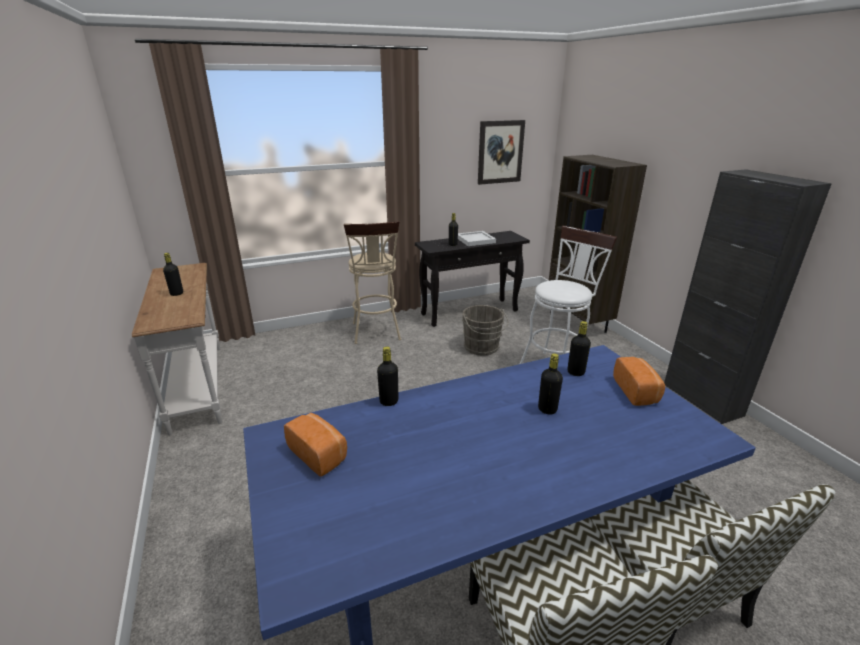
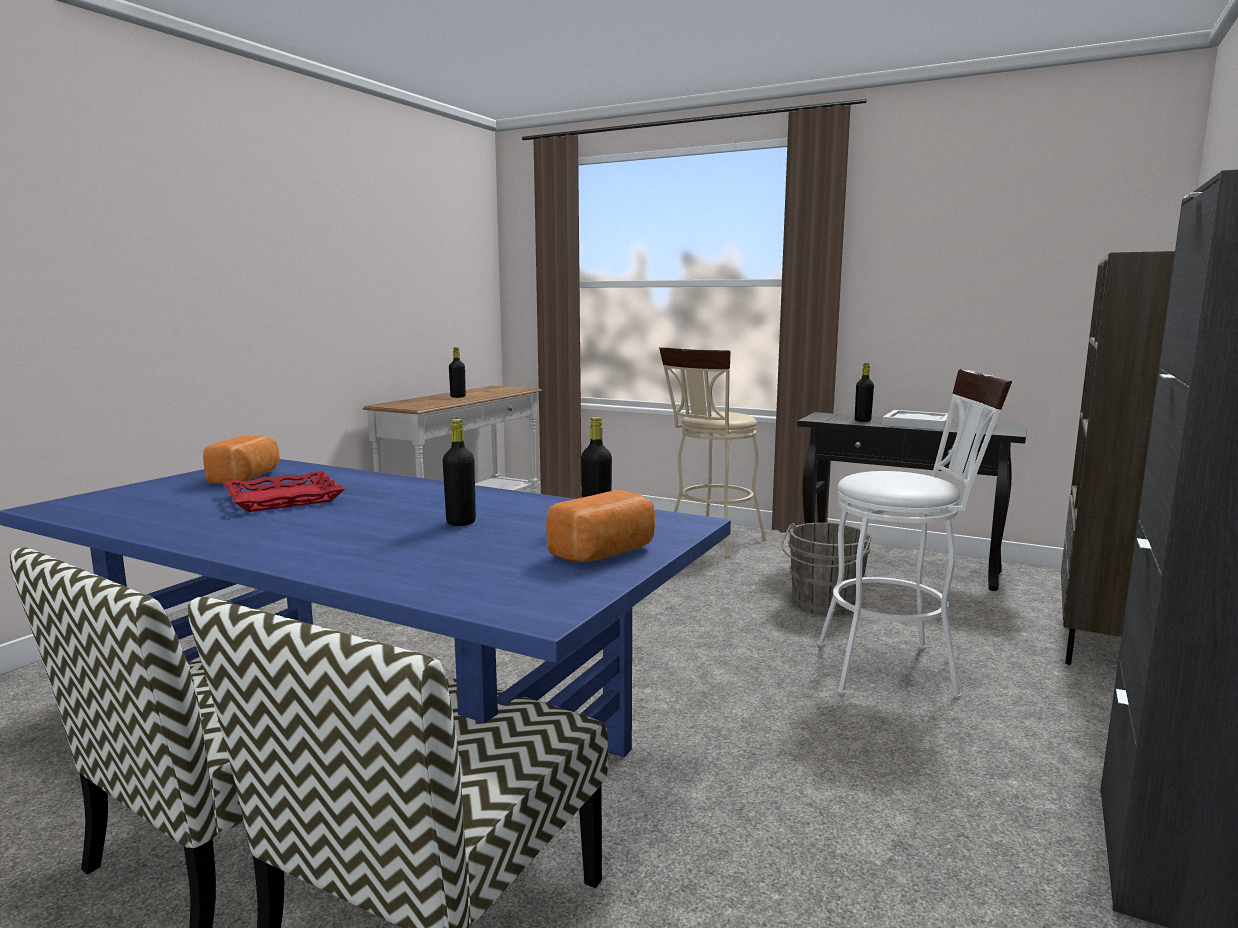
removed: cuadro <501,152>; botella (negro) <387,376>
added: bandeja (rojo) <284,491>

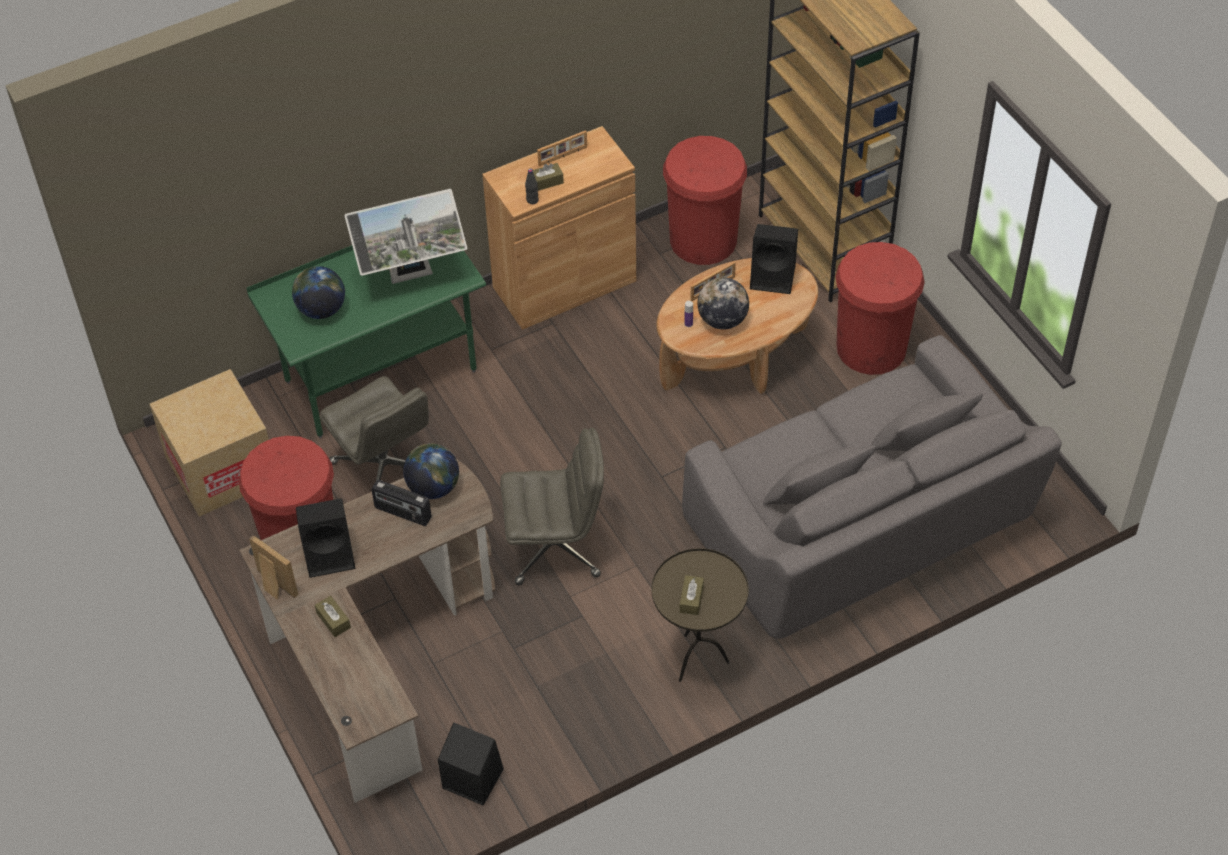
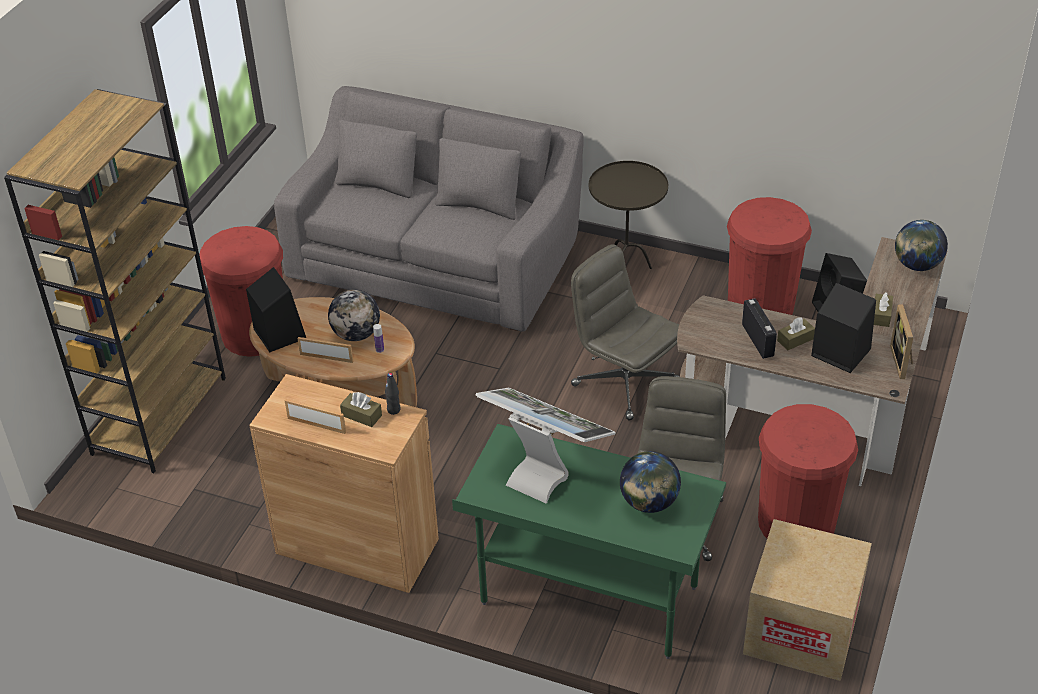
moved: papelera (rojo) <705,200> to <769,256>; globo terráqueo <431,471> to <921,245>; caja de pañuelos (marrón) <692,595> to <796,333>

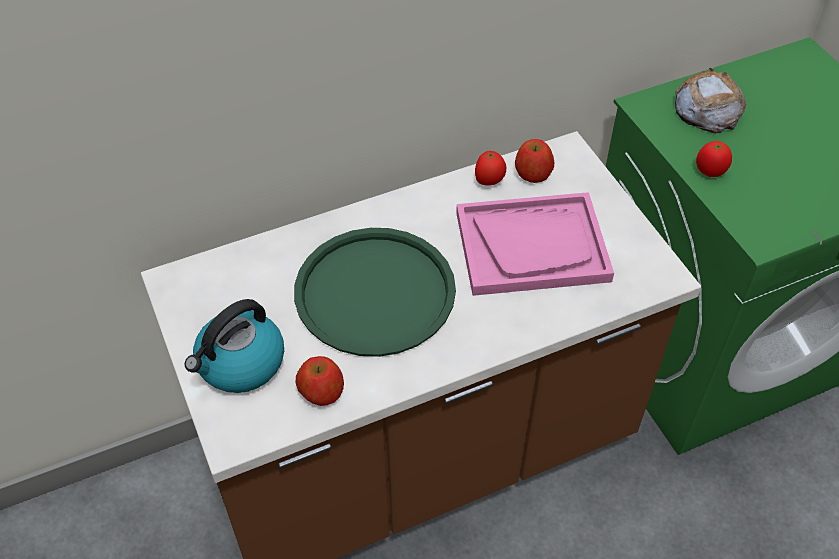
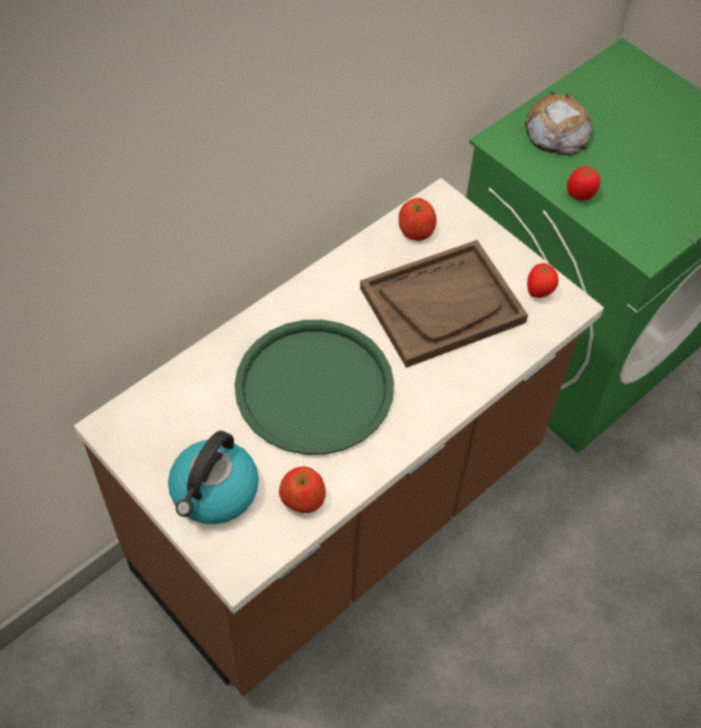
moved: tomate <490,168> to <542,280>
recoloured: bandeja (rosa) <535,244> to bandeja (marrón) <444,304>

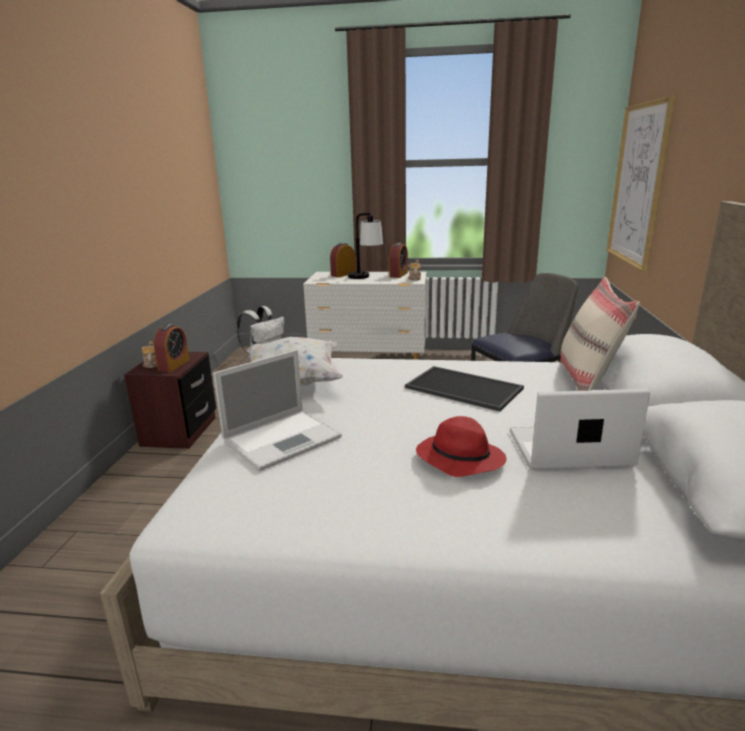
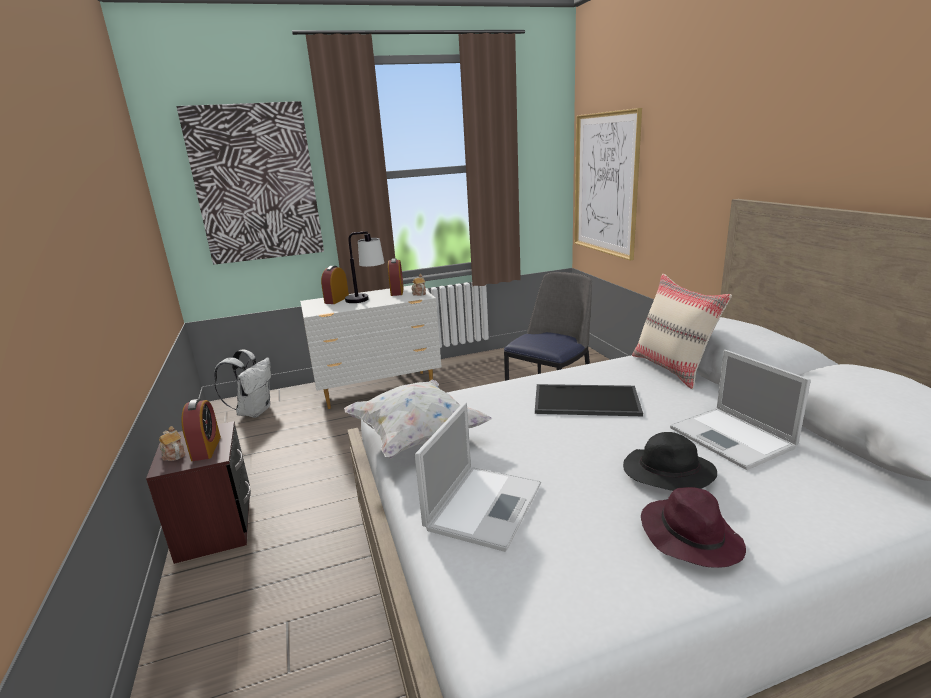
added: cuadro <250,183>; sombrero (morado) <693,527>
recoloured: sombrero (rojo) <461,446> to sombrero (negro) <670,461>
turned: portátil <580,429> = <740,410> 90 degrees counterclockwise

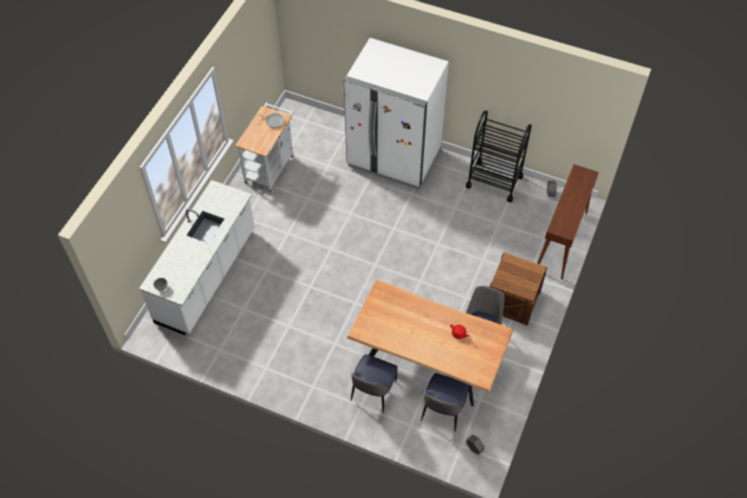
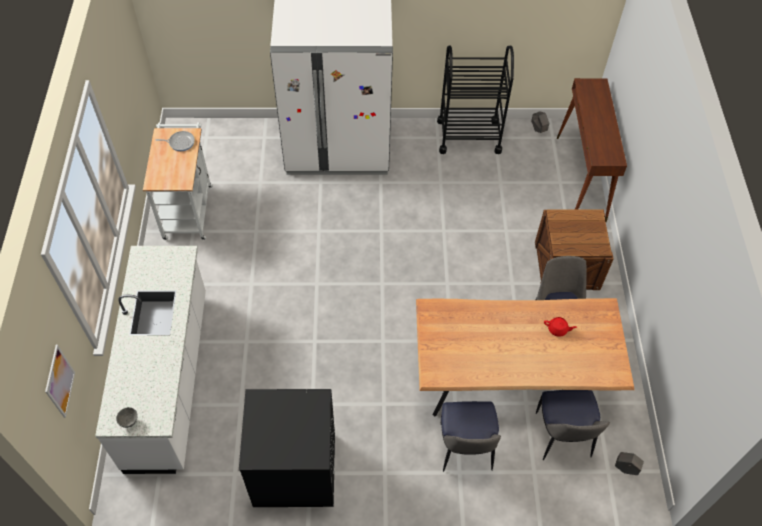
added: cuadro <60,381>; lavadora (negro) <287,448>

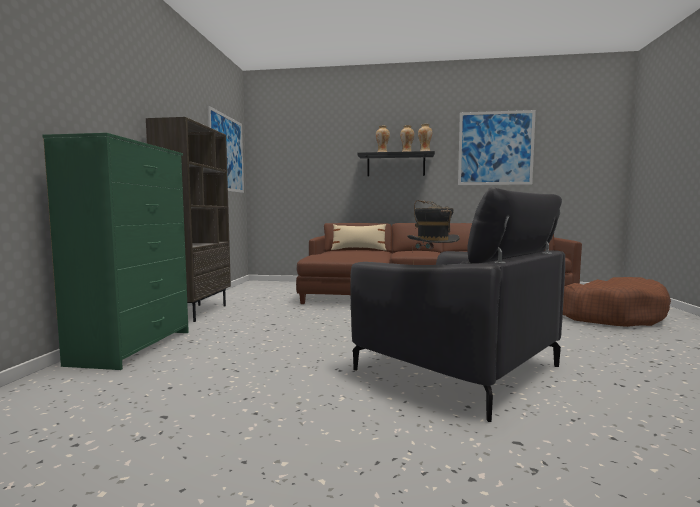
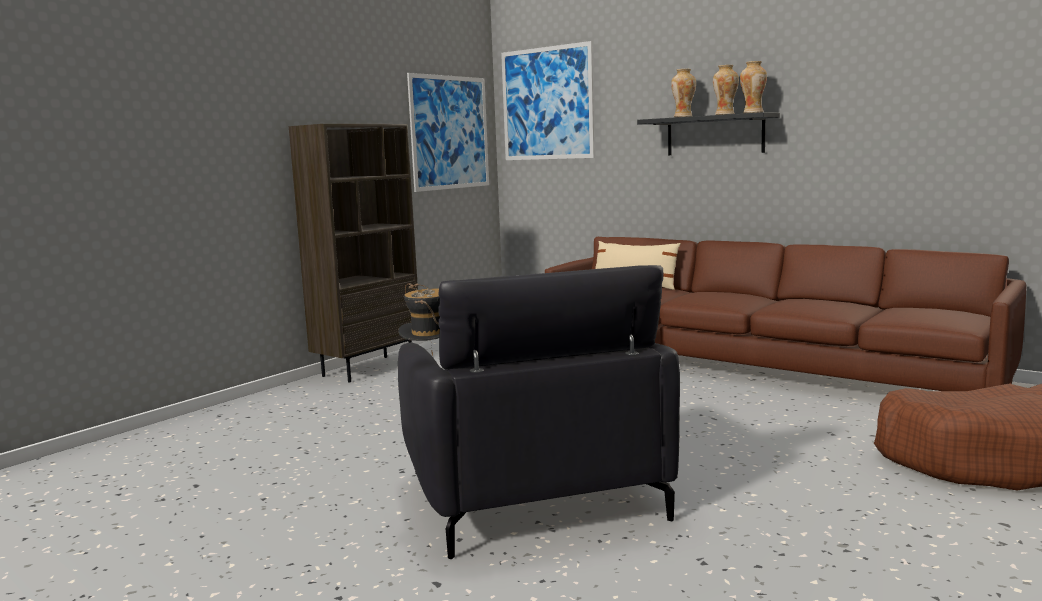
removed: cómoda (verde) <115,251>
moved: cuadro <497,147> to <548,100>

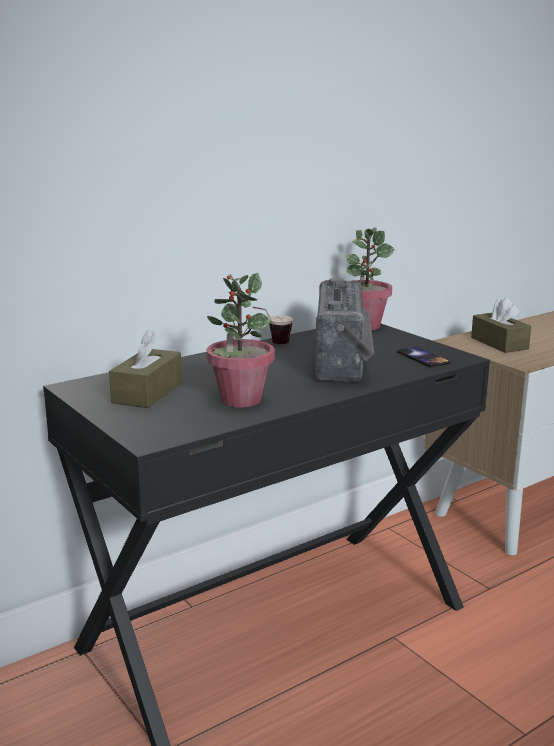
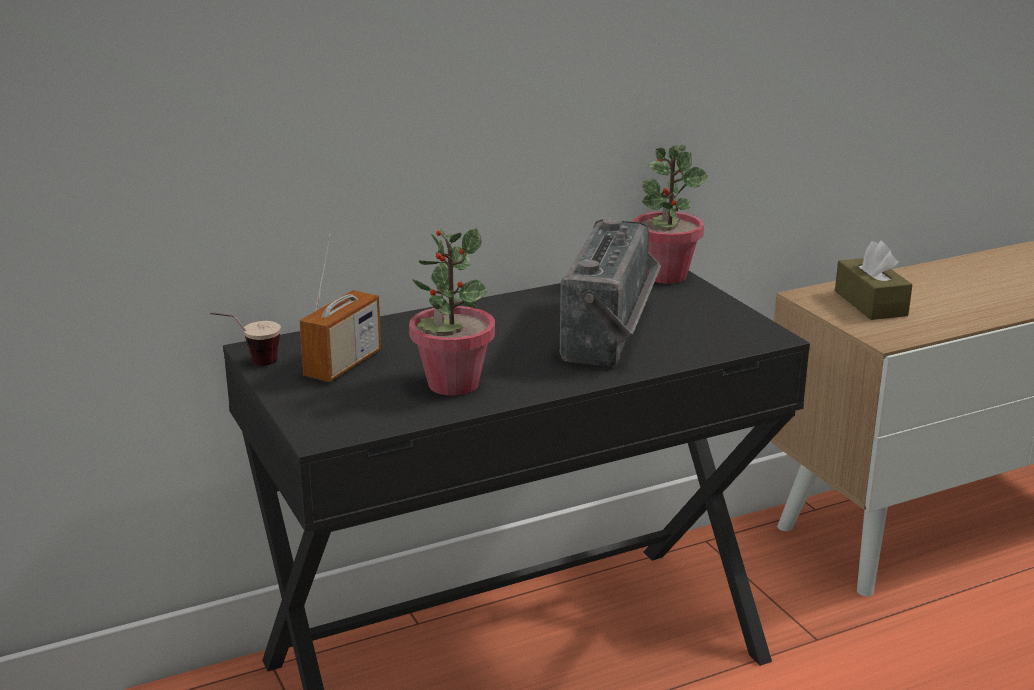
removed: móvil <424,357>
moved: taza <272,325> to <245,339>
replaced: caja de pañuelos (marrón) <145,369> to radio <340,308>

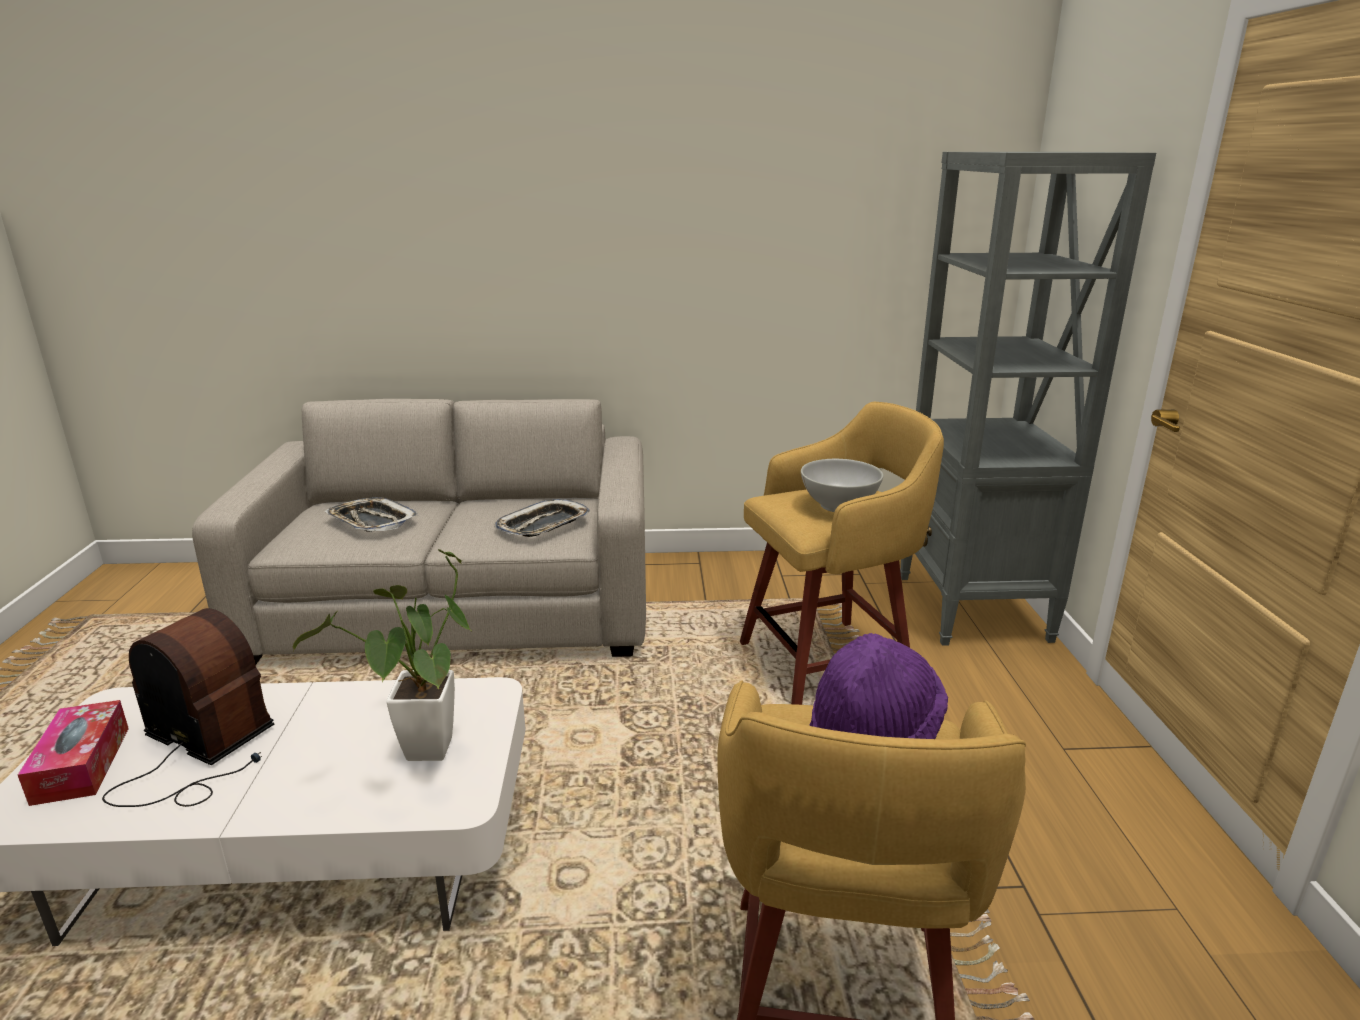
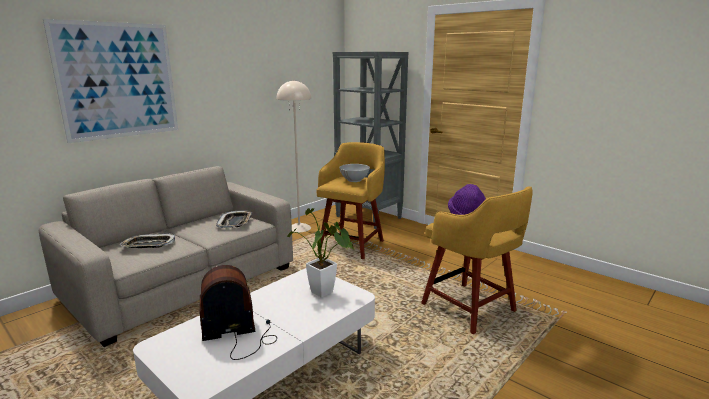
removed: caja de pañuelos <73,753>
added: cuadro <110,81>; lámpara de pie (beis) <294,156>

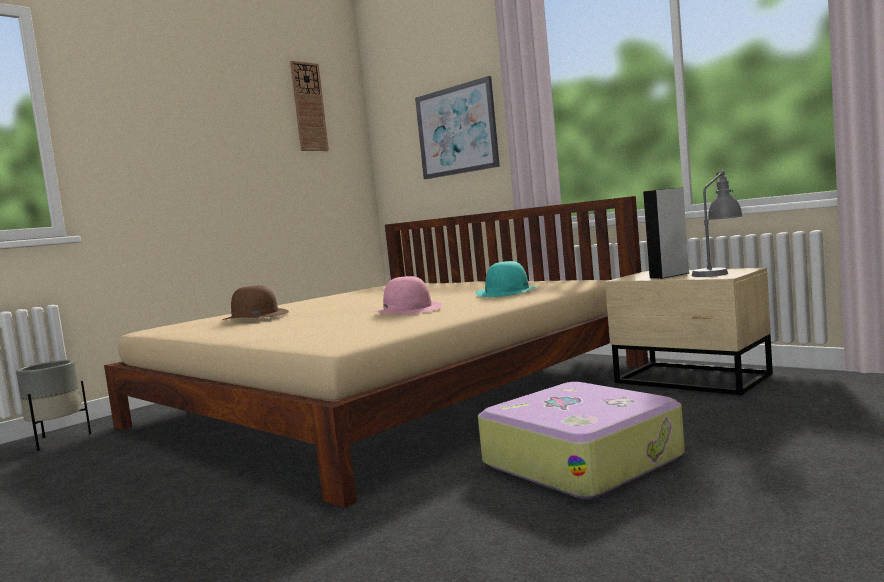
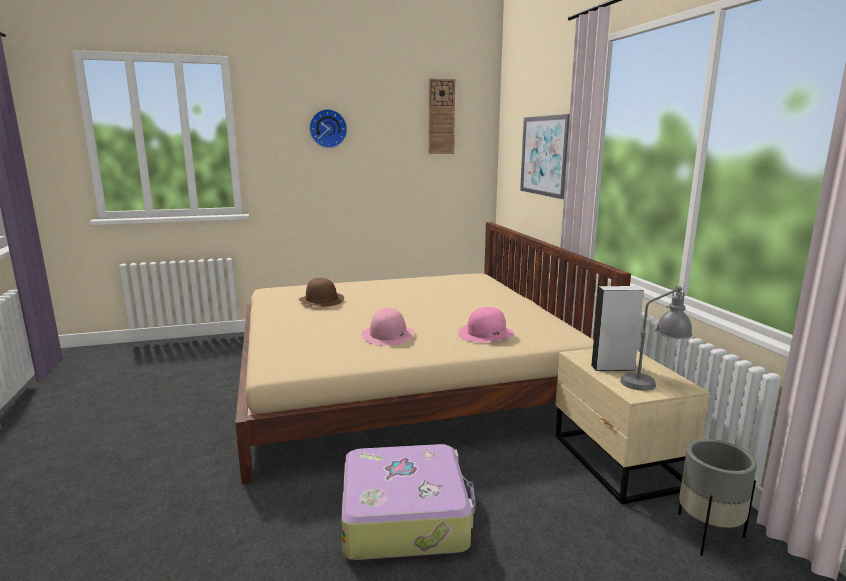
added: reloj de pared <328,128>
moved: maceta (gris) <53,405> to <717,497>
recoloured: sombrero (turquesa) <507,279> to sombrero (rosa) <486,324>

